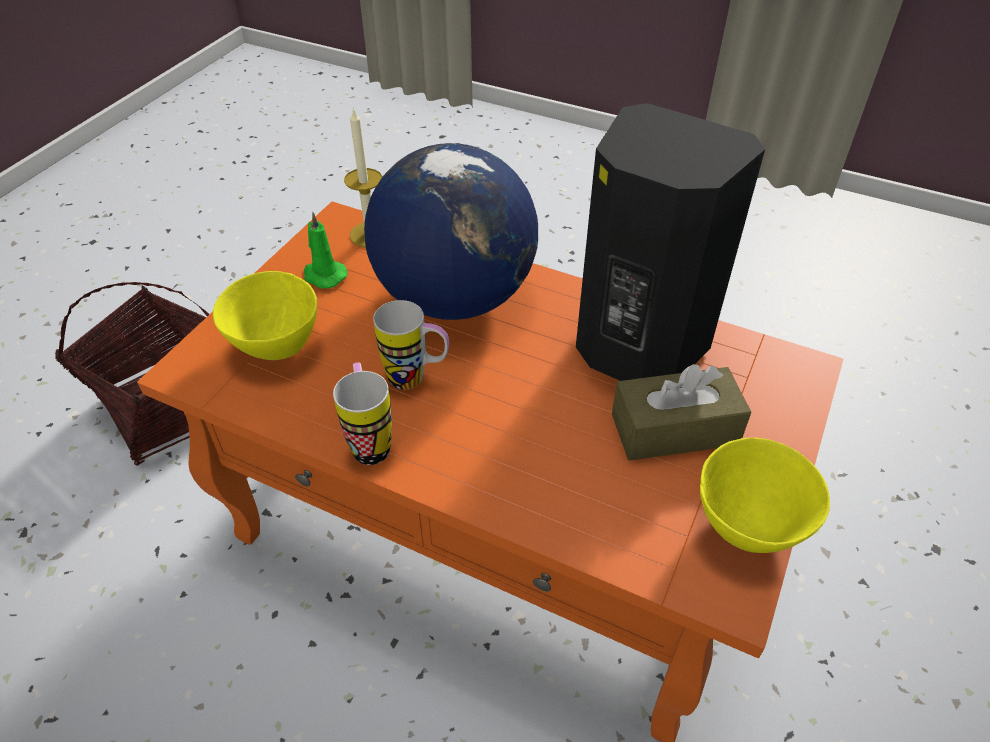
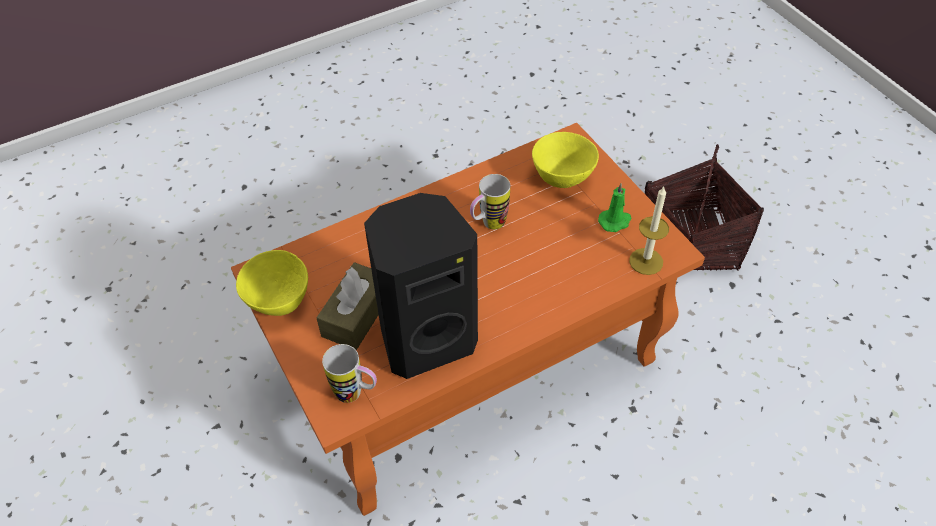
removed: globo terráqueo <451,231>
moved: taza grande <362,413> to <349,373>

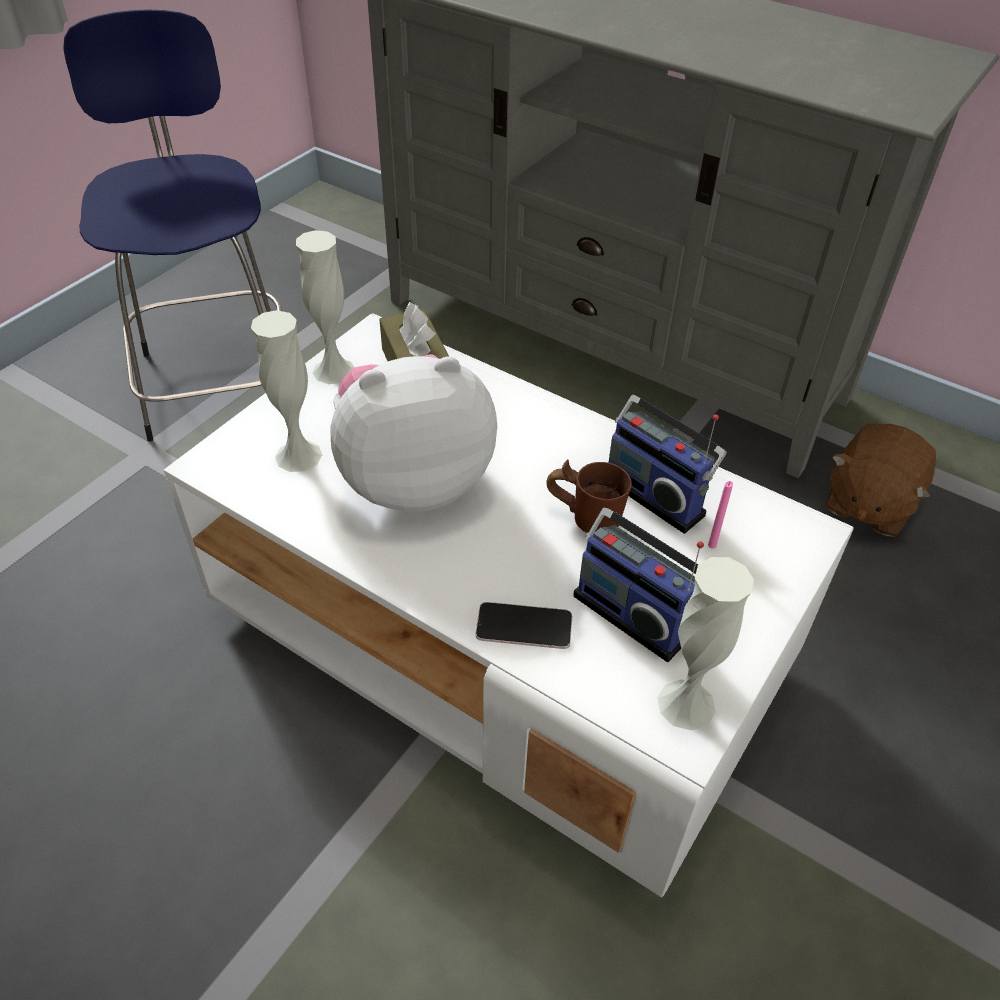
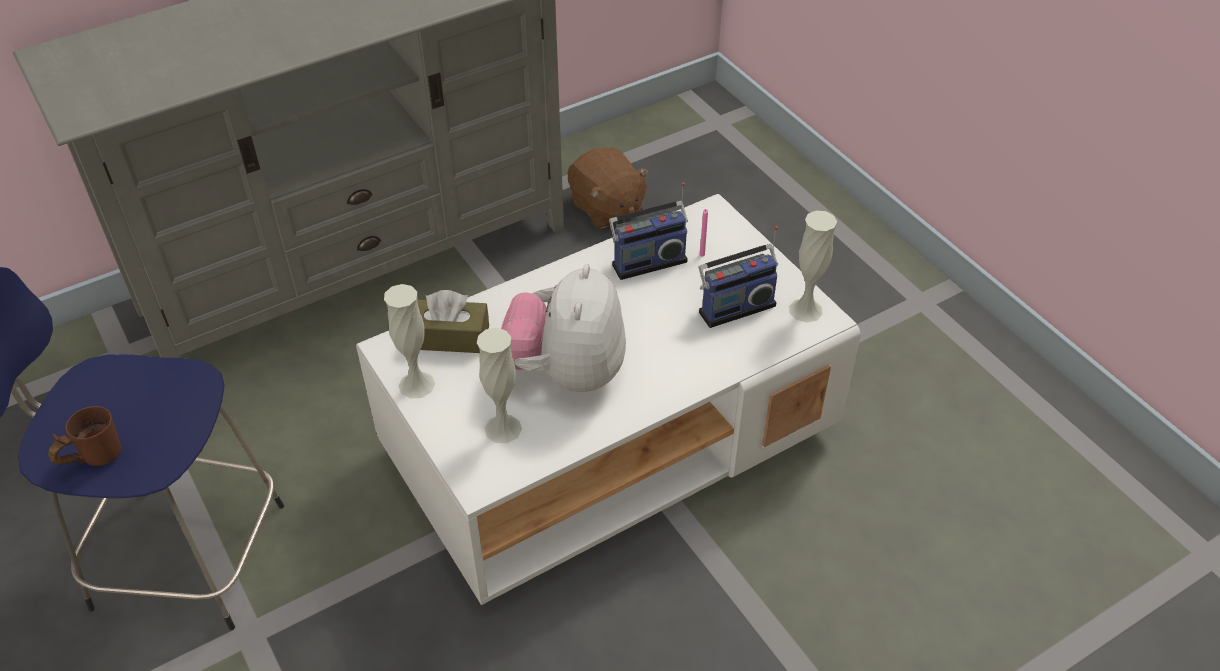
removed: móvil <524,625>
moved: taza grande (marrón) <589,496> to <84,436>

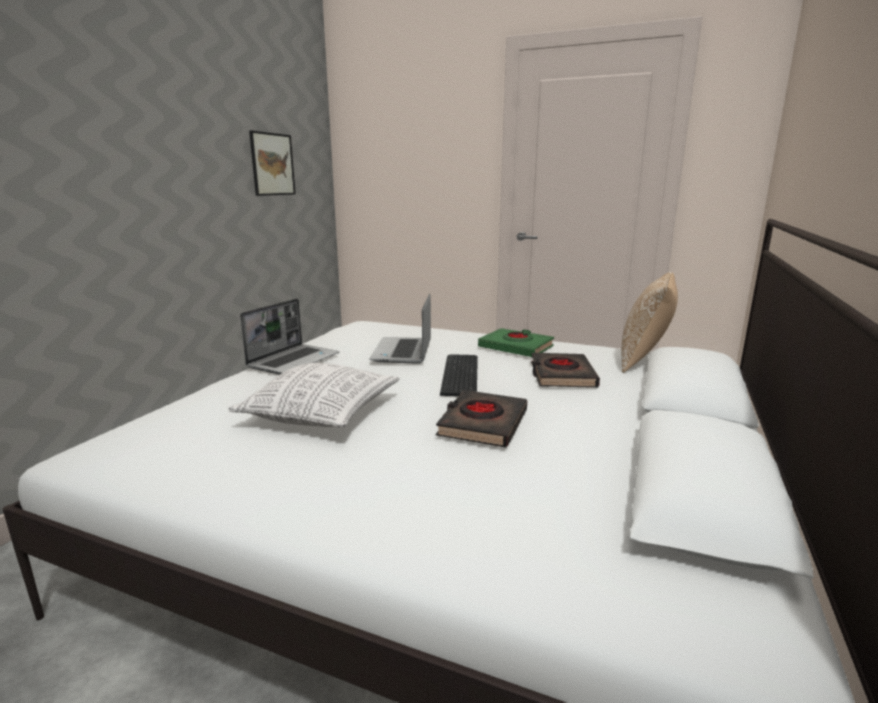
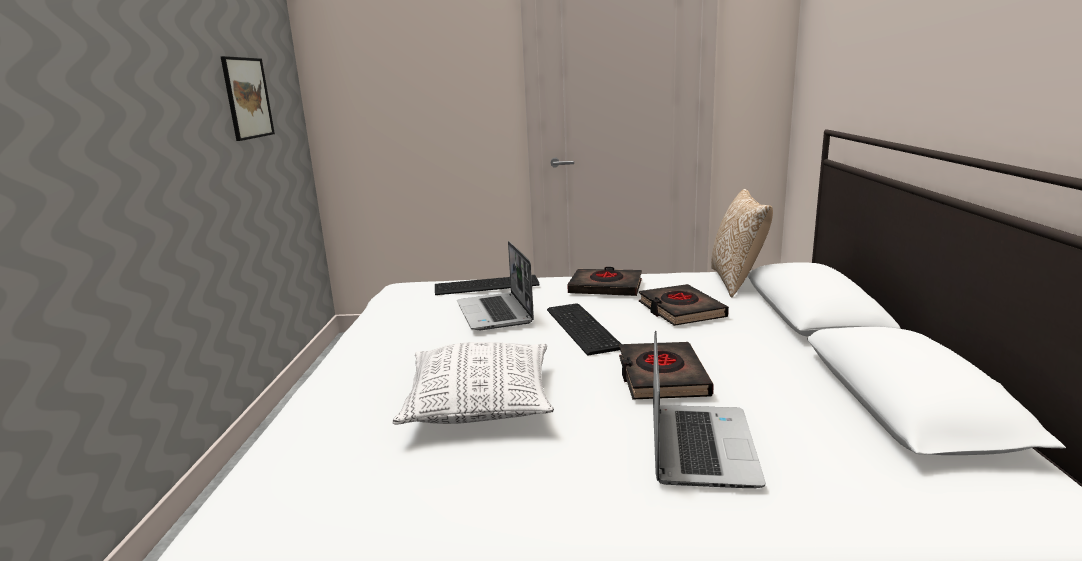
added: teclado <487,285>
moved: portátil <289,336> to <709,409>
recoloured: libro (verde) <516,342> to libro (negro) <604,281>

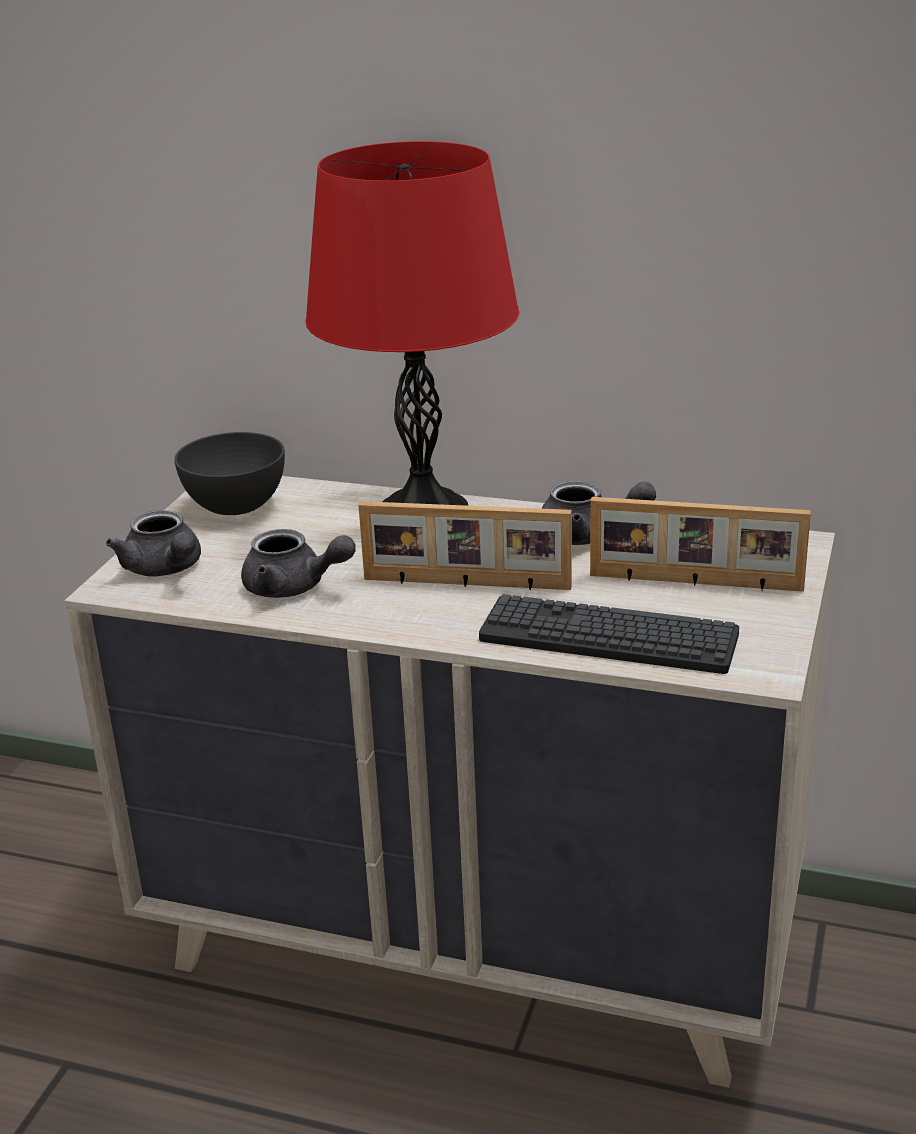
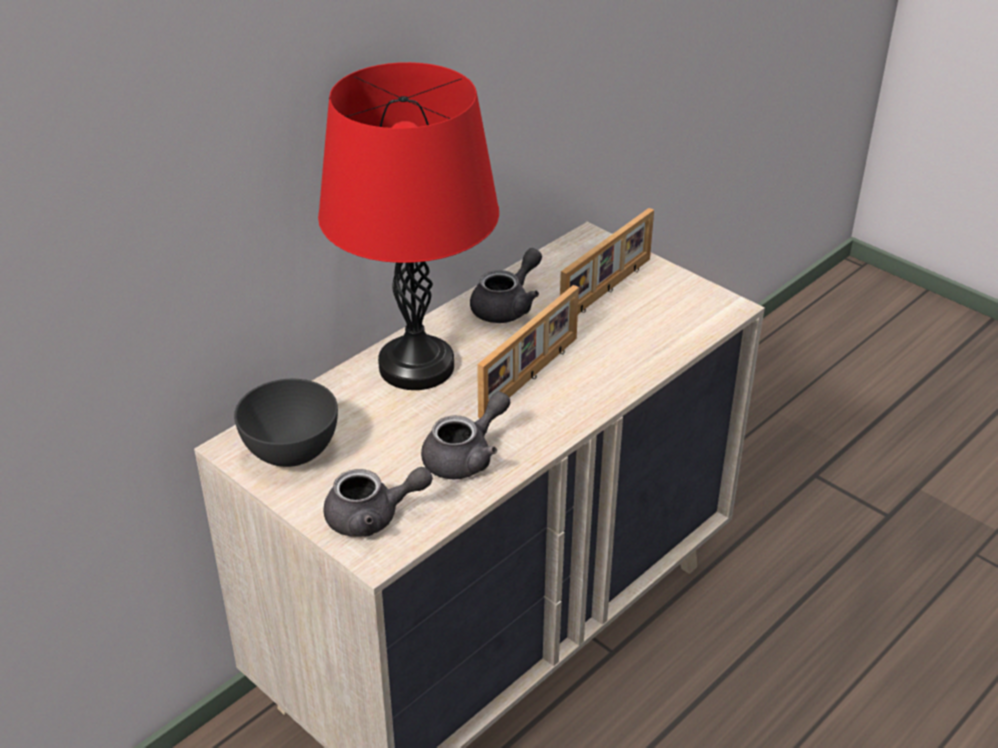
removed: teclado <609,634>

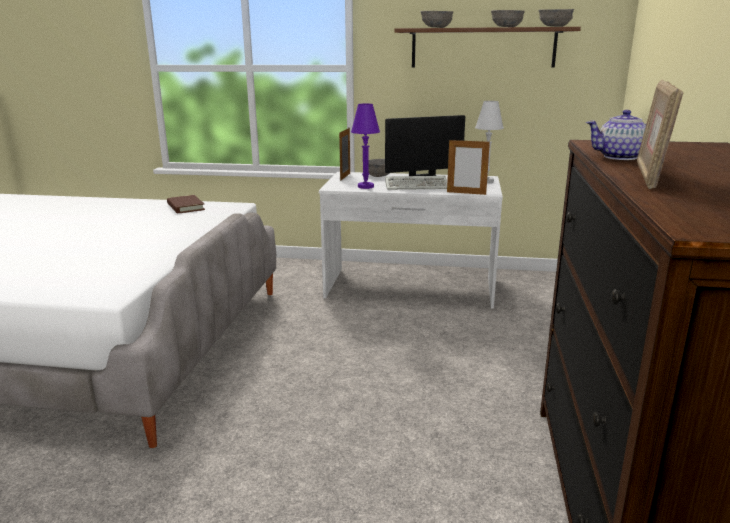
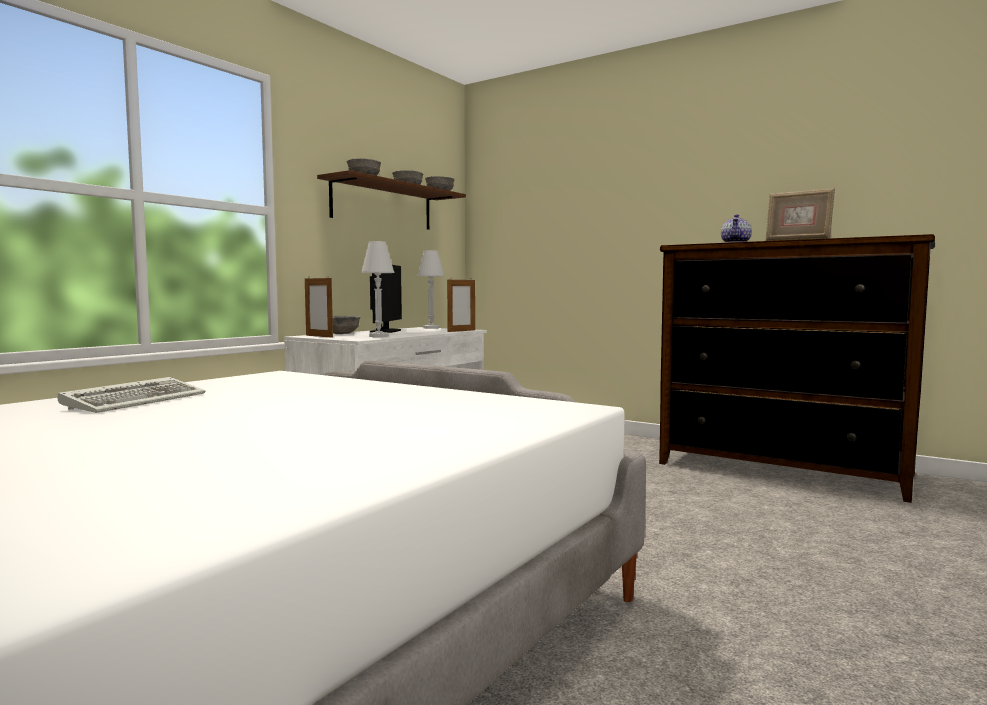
removed: libro (marrón) <186,204>
moved: teclado <416,183> to <131,395>
recoloured: lámpara de mesa (morado) <365,146> to lámpara de mesa (blanco) <377,289>

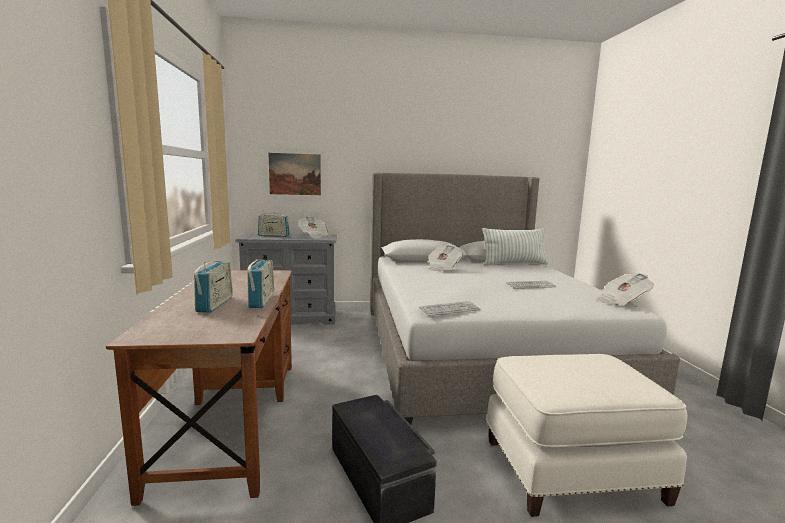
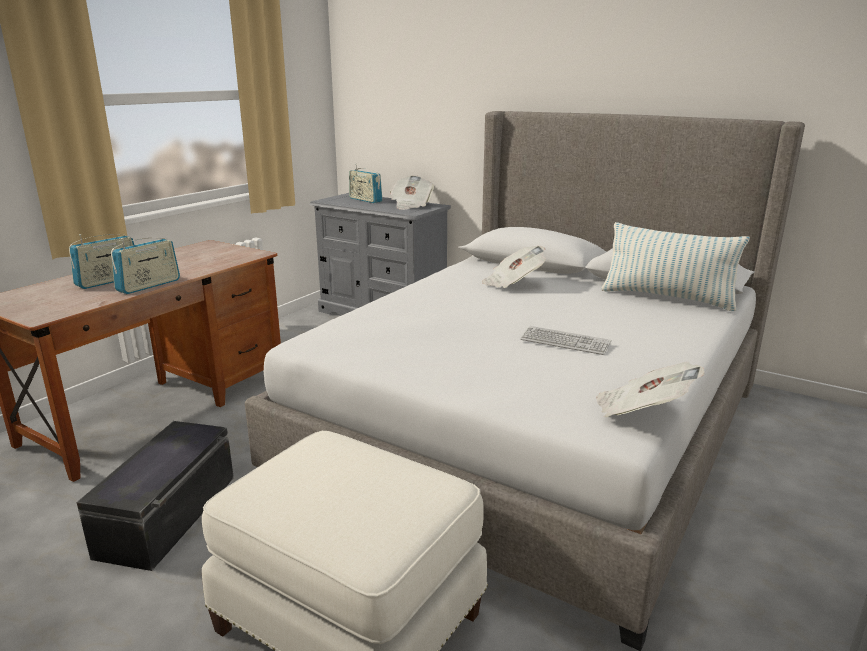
removed: cuadro <295,174>; teclado <450,308>

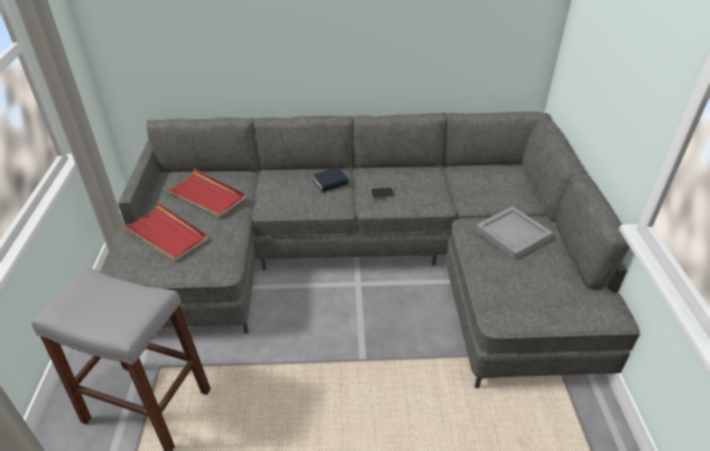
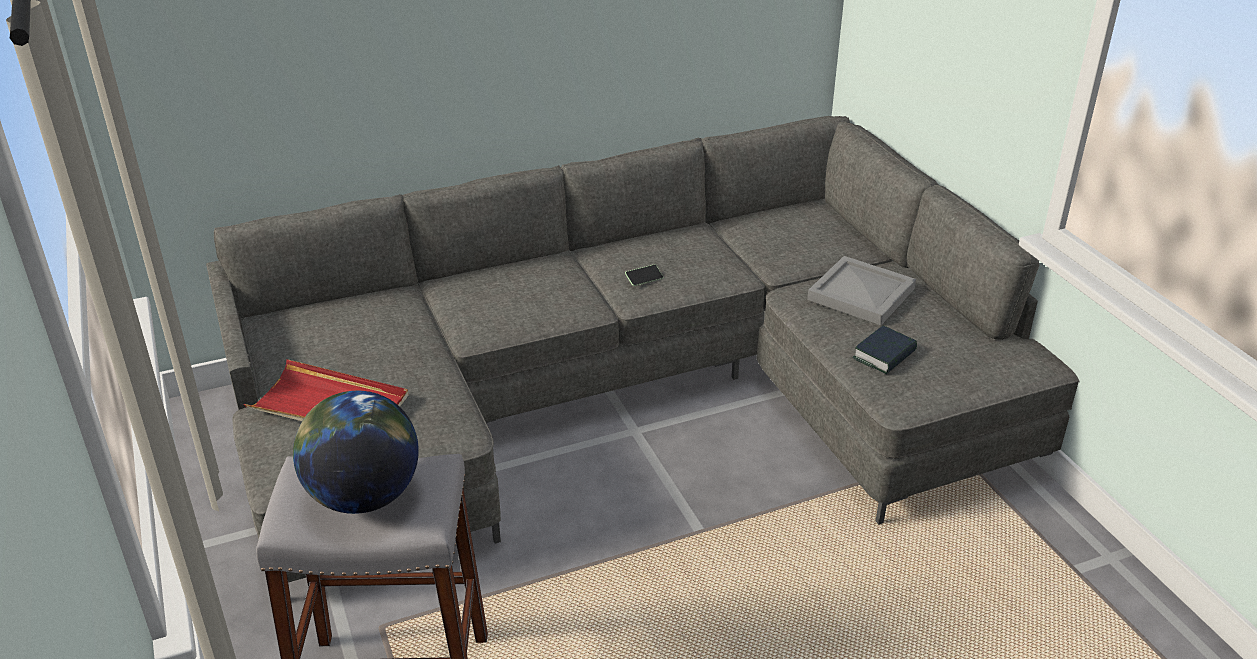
removed: bandeja (rojo) <204,192>
added: globo terráqueo <356,452>
moved: libro <330,180> to <884,350>

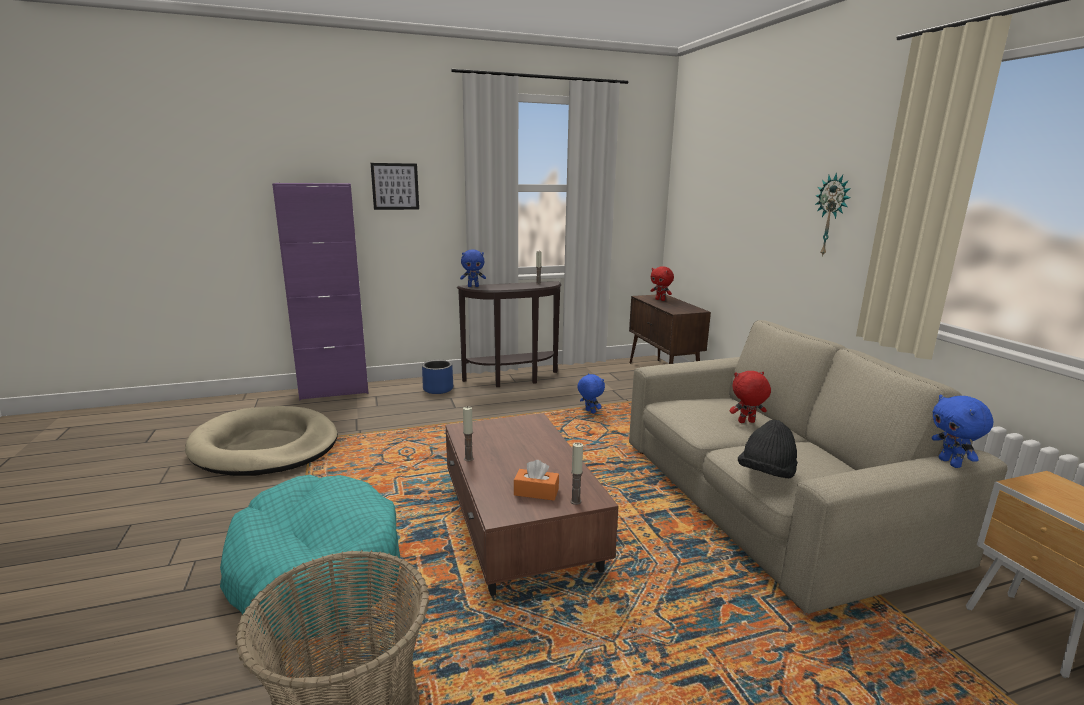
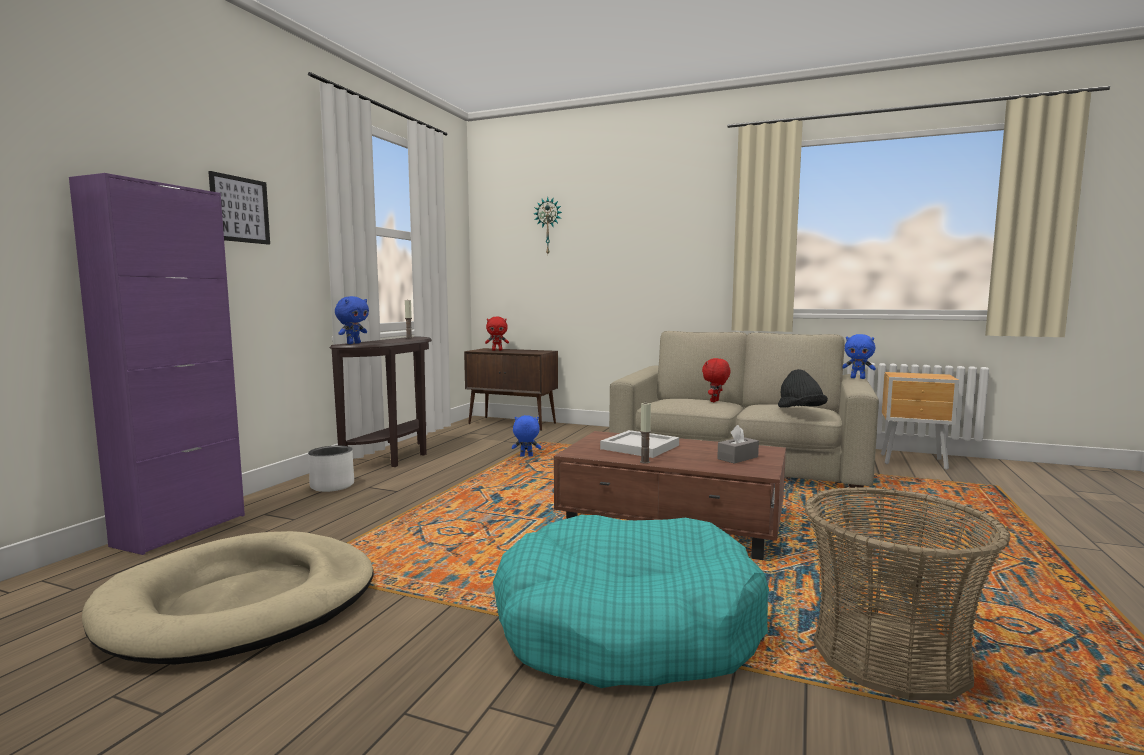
removed: vela <576,473>
added: bandeja (blanco) <639,444>
moved: reloj de pared <833,214> to <548,225>
recoloured: maceta (azul) <437,377> to maceta (blanco) <331,469>; caja de pañuelos (naranja) <536,480> to caja de pañuelos (gris) <738,444>

